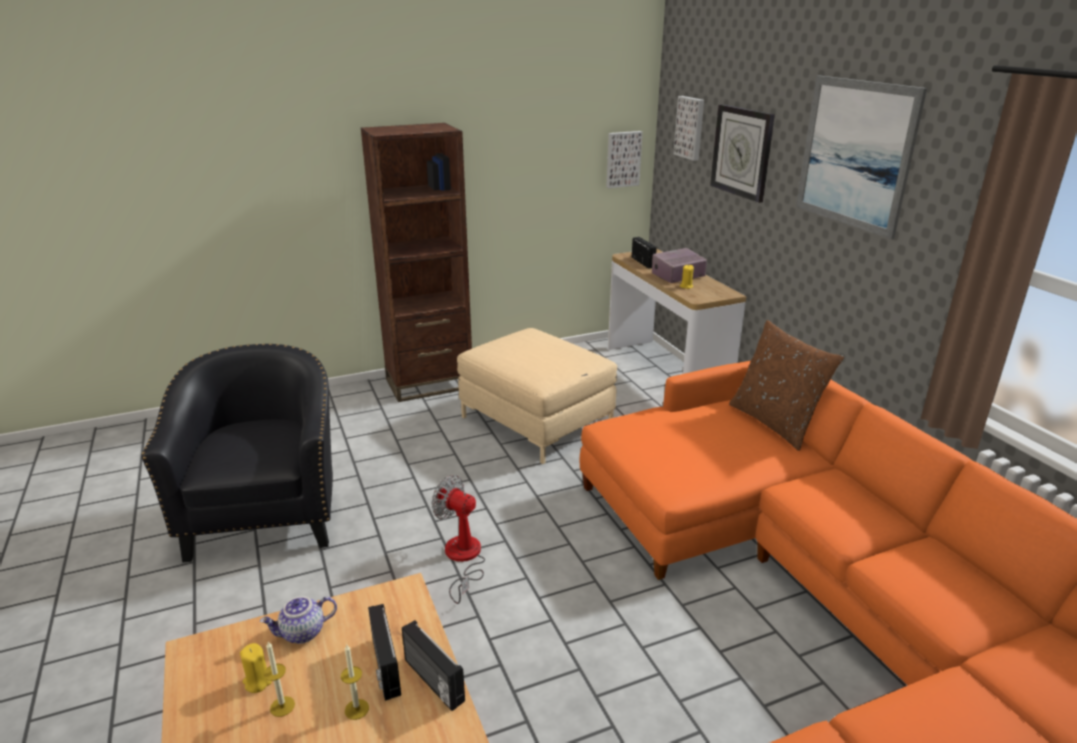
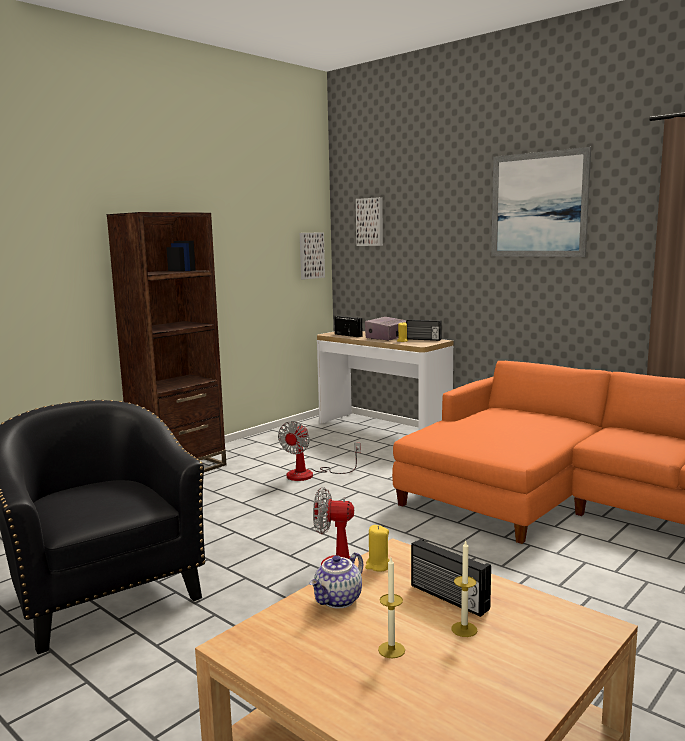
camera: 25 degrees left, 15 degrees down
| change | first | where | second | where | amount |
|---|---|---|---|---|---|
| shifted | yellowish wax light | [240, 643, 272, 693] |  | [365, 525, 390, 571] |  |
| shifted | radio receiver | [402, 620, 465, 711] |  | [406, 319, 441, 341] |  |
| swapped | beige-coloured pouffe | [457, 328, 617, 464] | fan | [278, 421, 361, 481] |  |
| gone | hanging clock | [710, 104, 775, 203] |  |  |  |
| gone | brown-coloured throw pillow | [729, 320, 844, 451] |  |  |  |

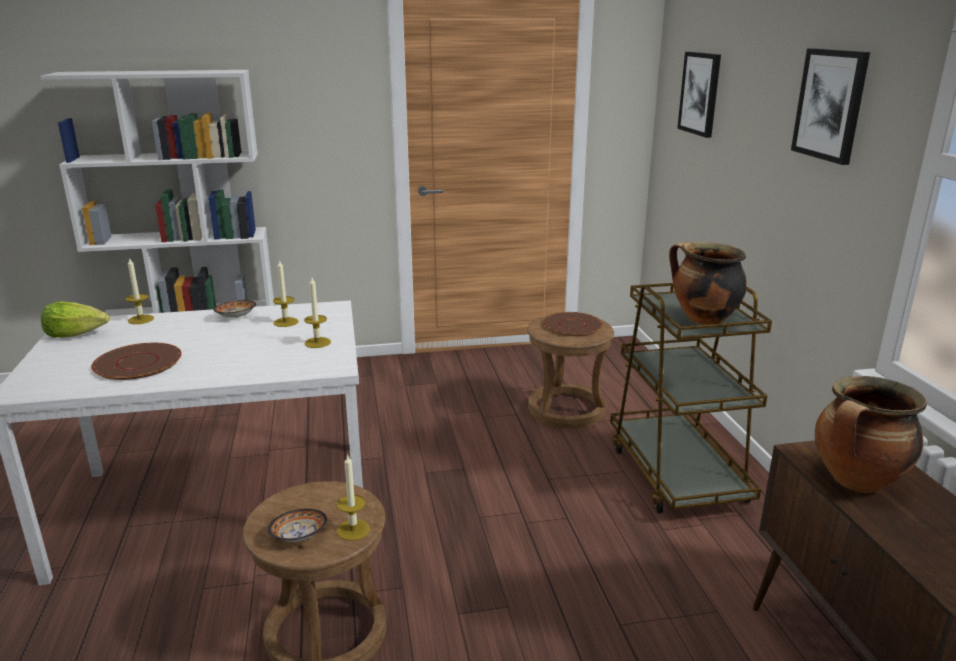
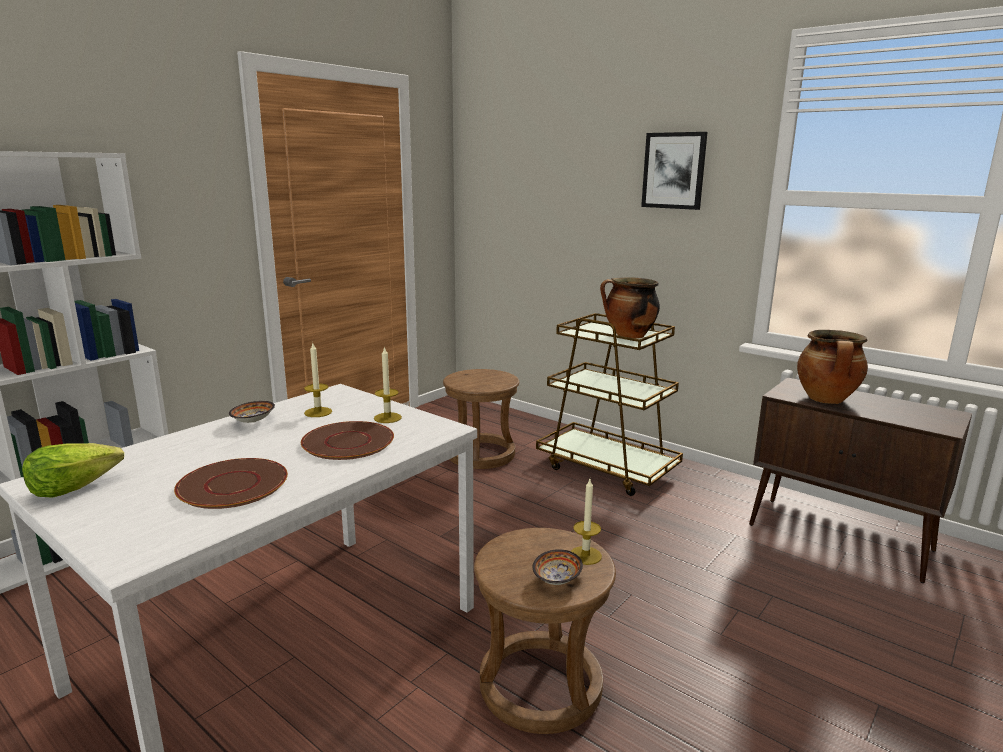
camera: 40 degrees left, 5 degrees down
| change | first | where | second | where | amount |
|---|---|---|---|---|---|
| gone | wax light | [126, 257, 154, 324] |  |  |  |
| shifted | brown-coloured dinner plate | [543, 312, 603, 336] |  | [301, 421, 394, 460] |  |
| gone | wall picture | [677, 52, 721, 138] |  |  |  |

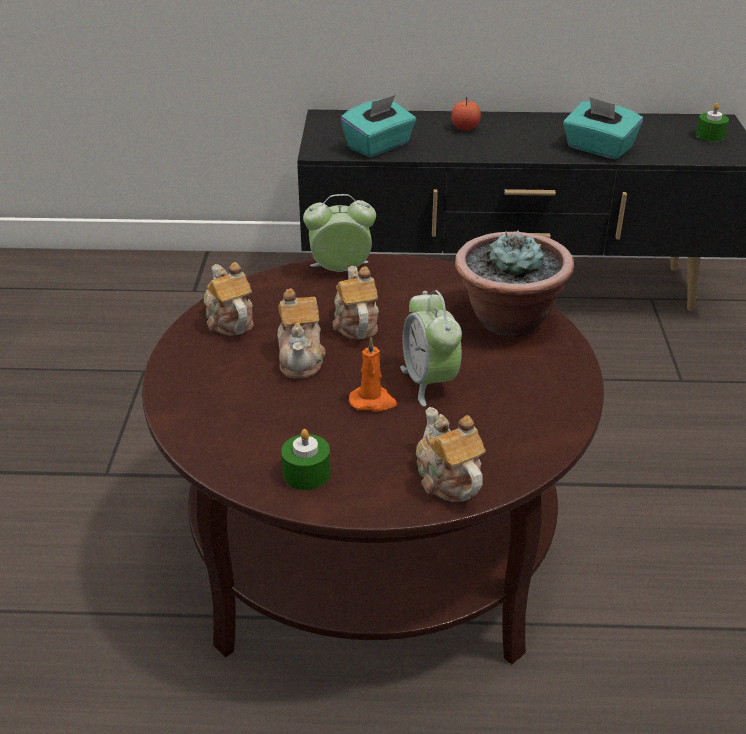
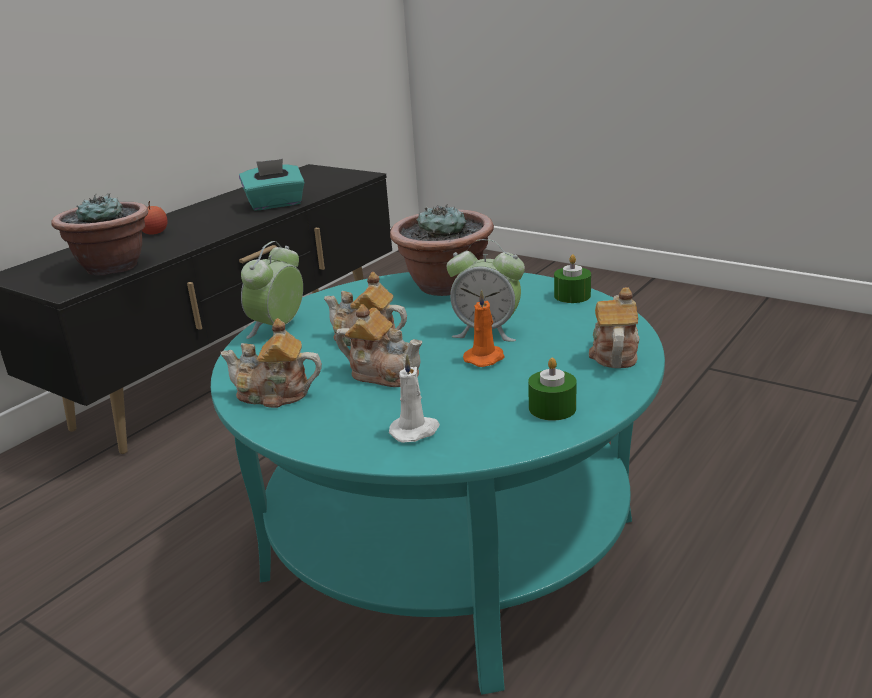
camera: 55 degrees left, 10 degrees down
| change | first | where | second | where | amount |
|---|---|---|---|---|---|
| repainted | brown-coloured lounge table | [142, 254, 604, 664] | turquoise lounge table | [211, 272, 665, 695] |  |
| swapped | turquoise tissue holder | [341, 95, 416, 157] | houseplant | [51, 193, 148, 276] |  |
| rotated | teapot | [416, 407, 486, 502] |  | [589, 287, 639, 368] | 90 degrees clockwise |
| shifted | green wax light | [696, 103, 729, 142] |  | [554, 254, 591, 303] |  |
| new |  |  | whitish wax light | [389, 354, 440, 443] |  |

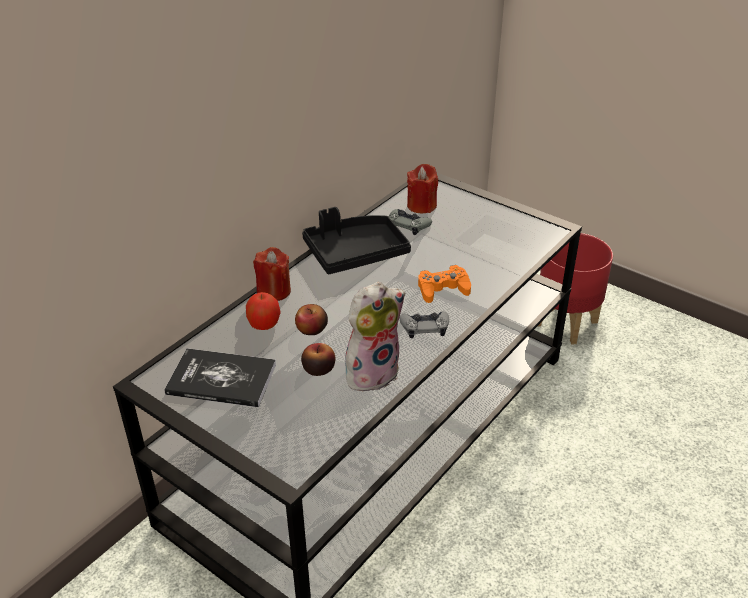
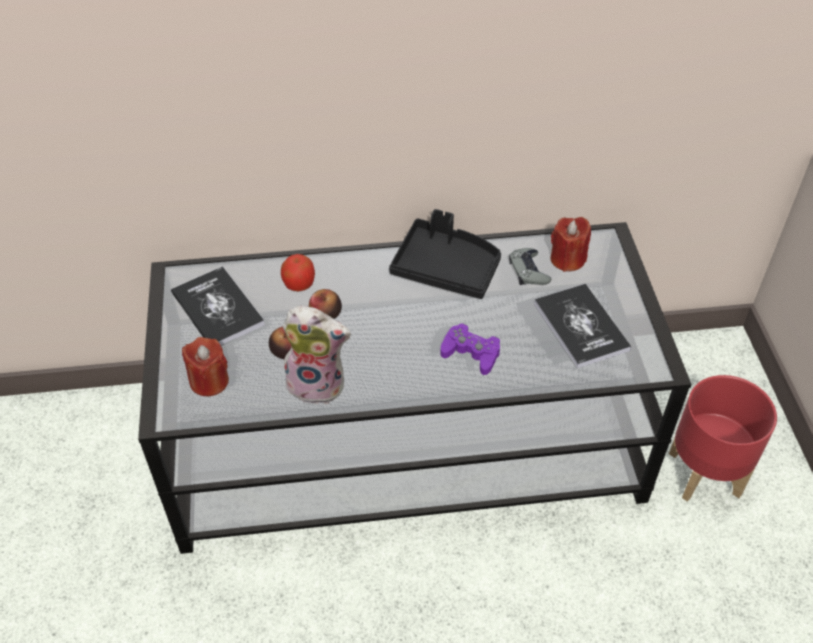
camera: 45 degrees right, 10 degrees up
| change | first | where | second | where | amount |
|---|---|---|---|---|---|
| shifted | red wax light | [253, 247, 291, 301] |  | [182, 337, 229, 396] |  |
| gone | gray game controller | [400, 311, 449, 338] |  |  |  |
| repainted | orange-coloured game controller | [418, 265, 471, 303] | purple-coloured game controller | [440, 323, 500, 375] |  |
| new |  |  | bound book | [534, 284, 631, 368] |  |

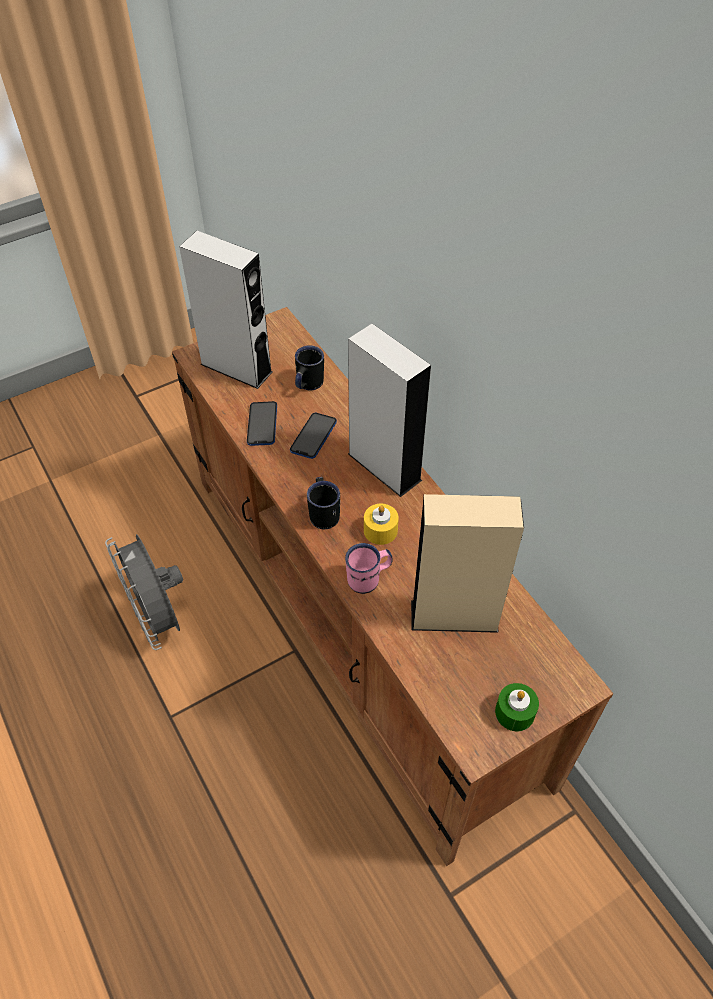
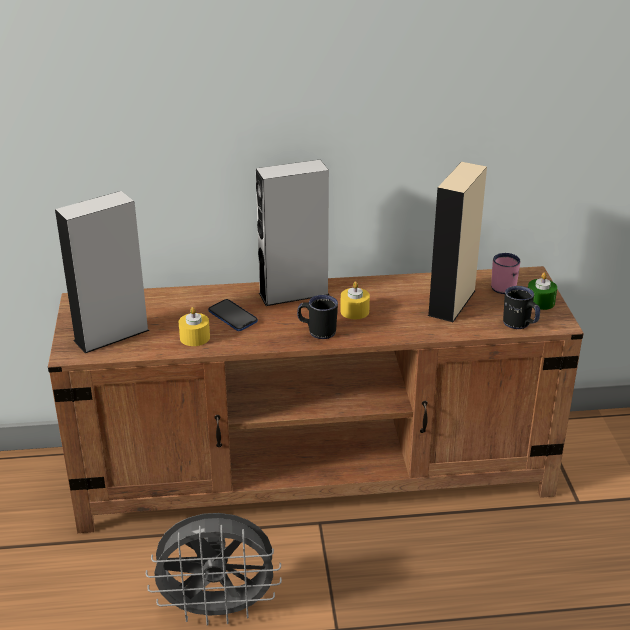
camera: 65 degrees left, 20 degrees down
| change | first | where | second | where | amount |
|---|---|---|---|---|---|
| swapped | telephone | [247, 401, 277, 446] | yellowish wax light | [179, 307, 210, 346] |  |
| shifted | black-coloured tea mug | [295, 345, 324, 390] |  | [503, 286, 540, 329] |  |
| shifted | pinkish tea mug | [345, 543, 393, 594] |  | [491, 253, 521, 294] |  |

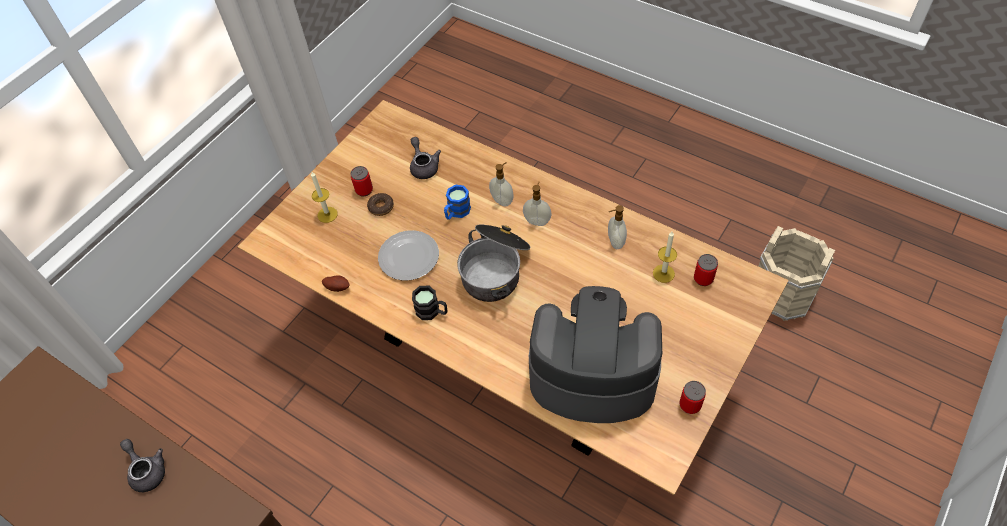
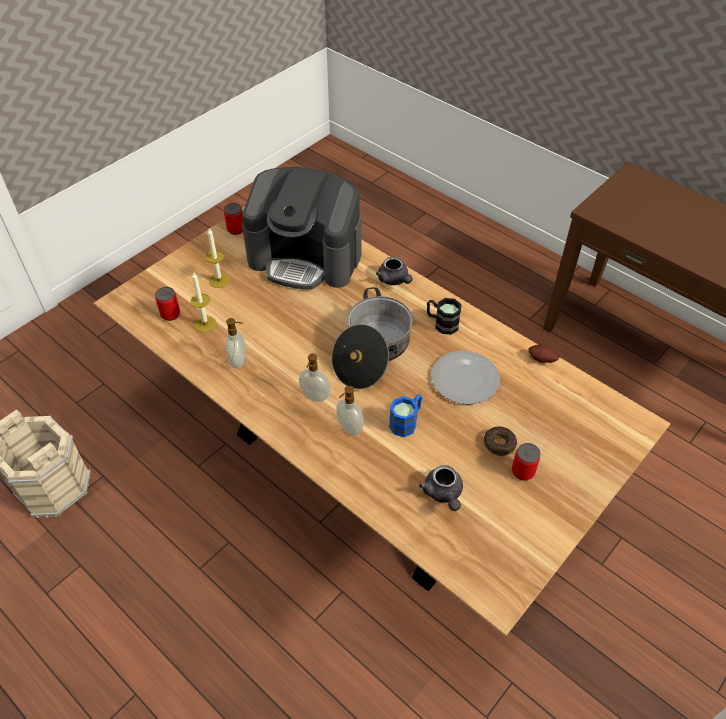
camera: 175 degrees left, 5 degrees down
| change | first | where | second | where | amount |
|---|---|---|---|---|---|
| shifted | gray teapot | [120, 439, 165, 492] |  | [376, 257, 412, 285] |  |
| shifted | wax light | [311, 172, 338, 223] |  | [206, 228, 230, 288] |  |

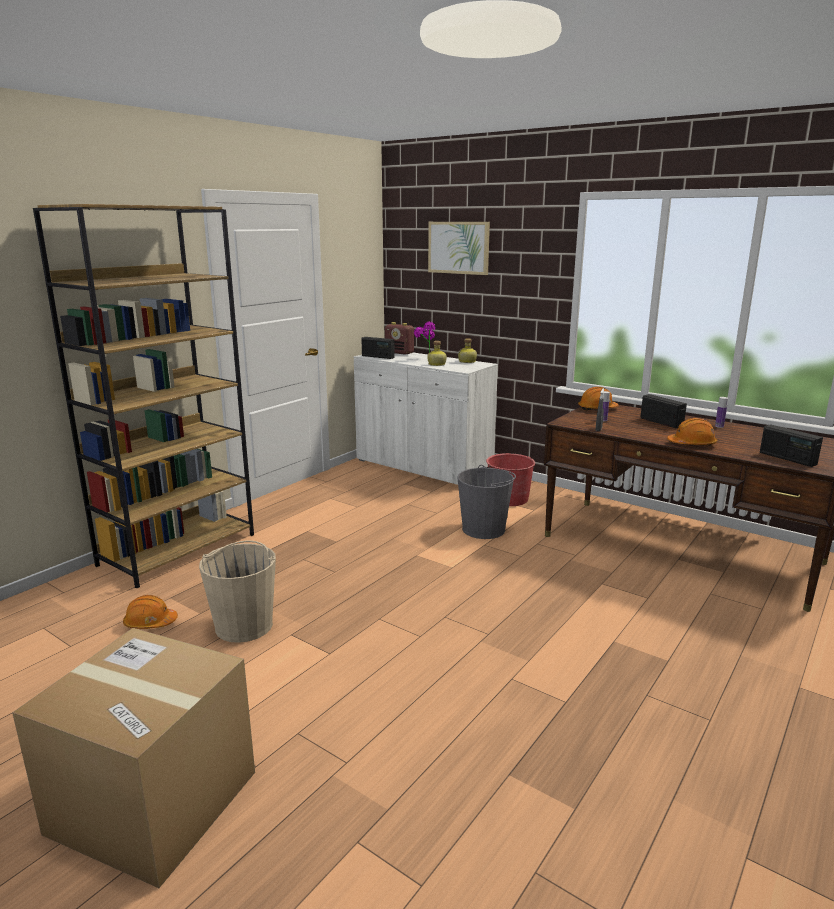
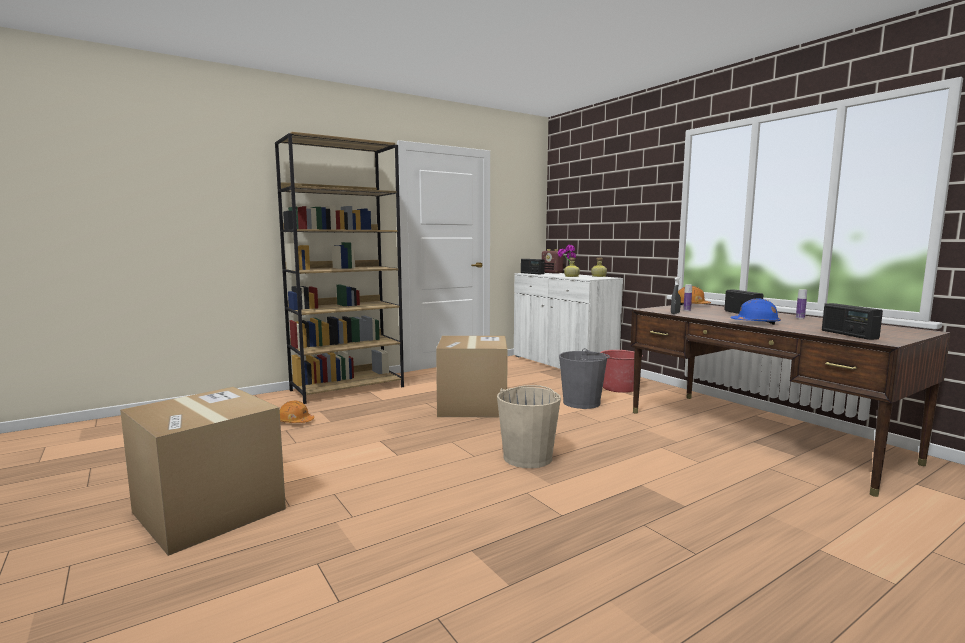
camera: 20 degrees right, 10 degrees down
| change | first | where | second | where | amount |
|---|---|---|---|---|---|
| shifted | beige-coloured bucket | [199, 540, 276, 643] |  | [497, 385, 561, 468] |  |
| gone | wall picture | [428, 222, 490, 275] |  |  |  |
| repainted | orange-coloured work helmet | [667, 418, 717, 445] | bluish work helmet | [730, 298, 781, 325] |  |
| new |  |  | packing box | [436, 336, 508, 417] |  |

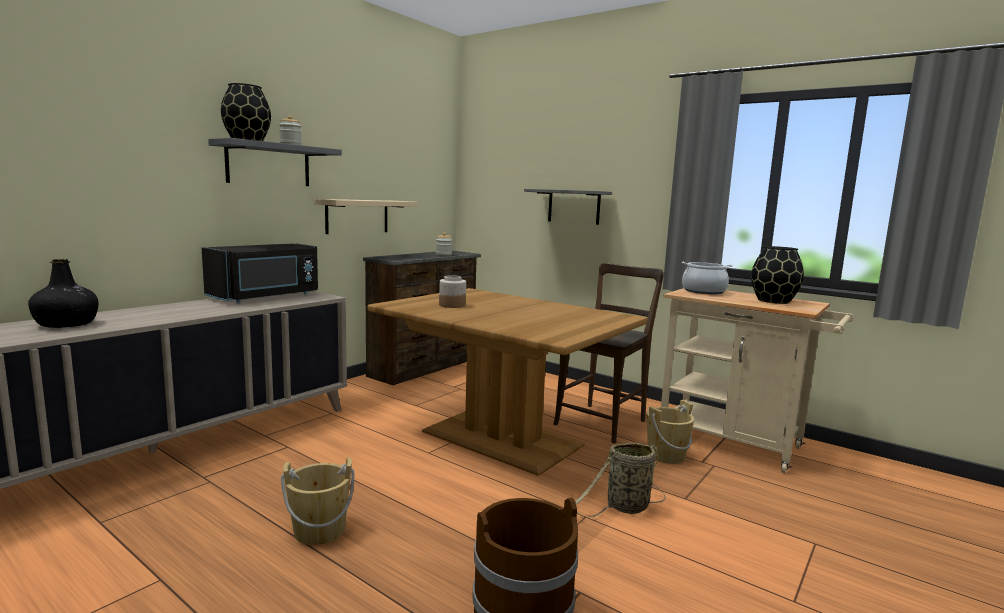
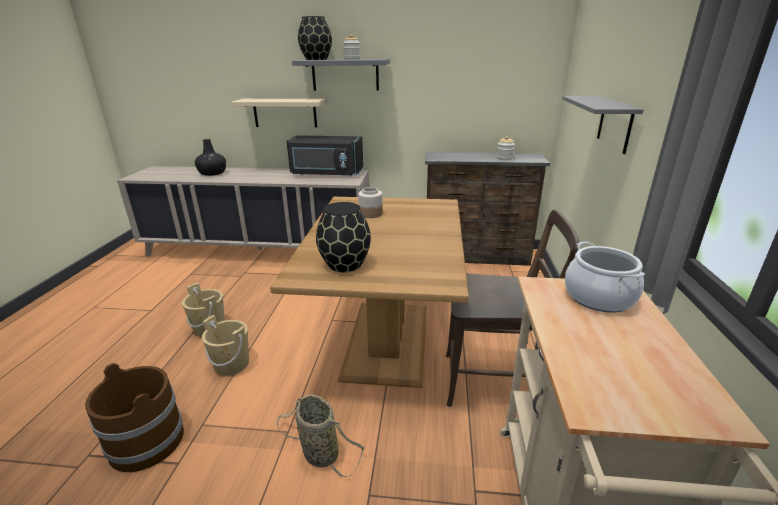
camera: 60 degrees right, 15 degrees up
| change | first | where | second | where | amount |
|---|---|---|---|---|---|
| shifted | beige-coloured wall shelf | [314, 199, 417, 234] |  | [231, 99, 325, 128] |  |
| shifted | beige-coloured bucket | [647, 400, 694, 464] |  | [202, 315, 249, 376] |  |
| shifted | black-coloured flower vase | [751, 246, 804, 304] |  | [316, 202, 371, 272] |  |

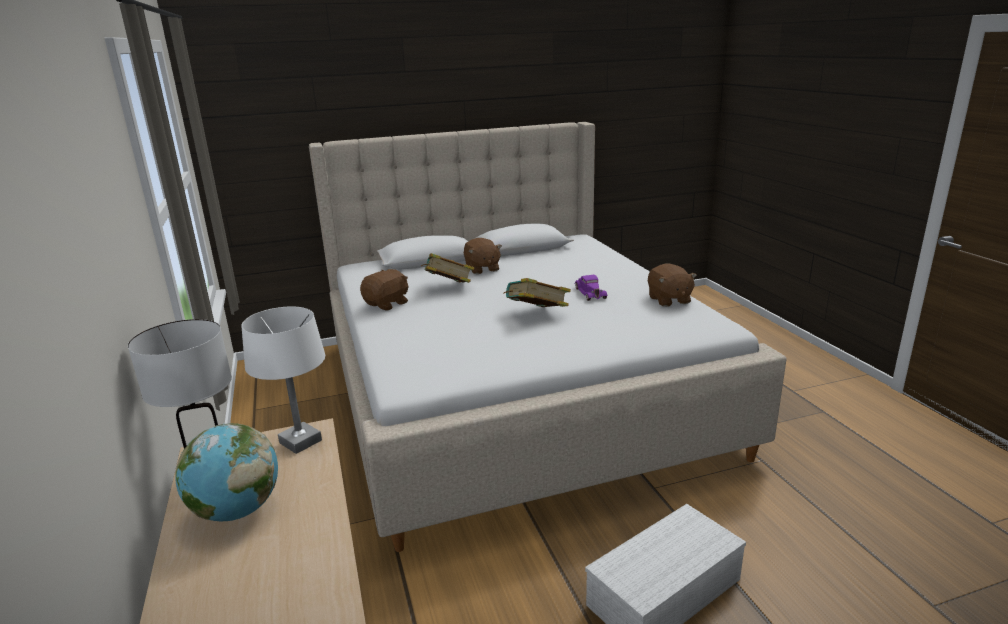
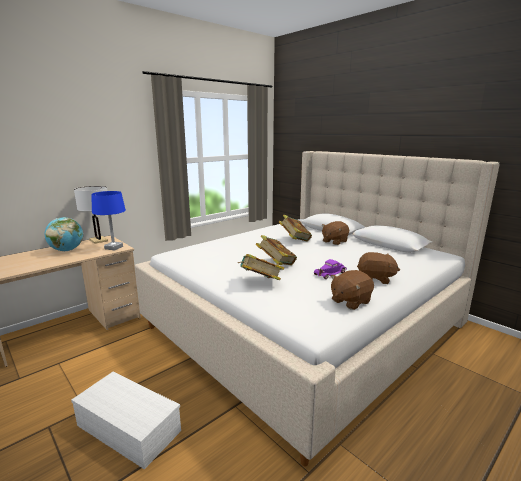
camera: 65 degrees right, 5 degrees down
| change | first | where | second | where | amount |
|---|---|---|---|---|---|
| repainted | whitish table lamp | [241, 306, 325, 454] | bluish table lamp | [91, 191, 126, 250] |  |
| shifted | brown-coloured plush toy | [360, 269, 409, 311] |  | [357, 252, 400, 284] |  |
| new |  |  | bound book | [238, 254, 284, 280] |  |

